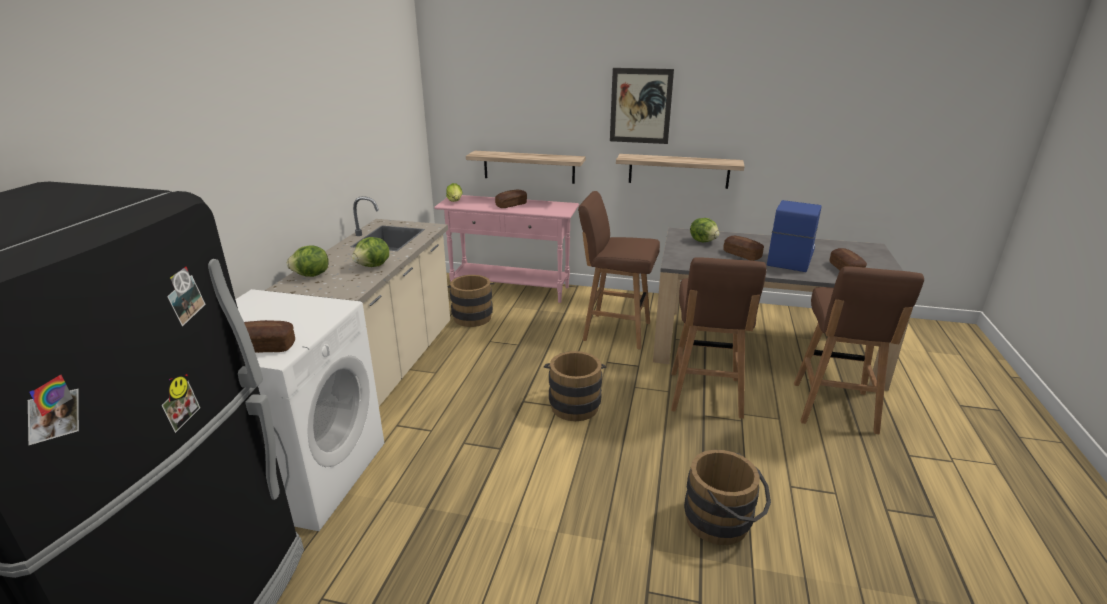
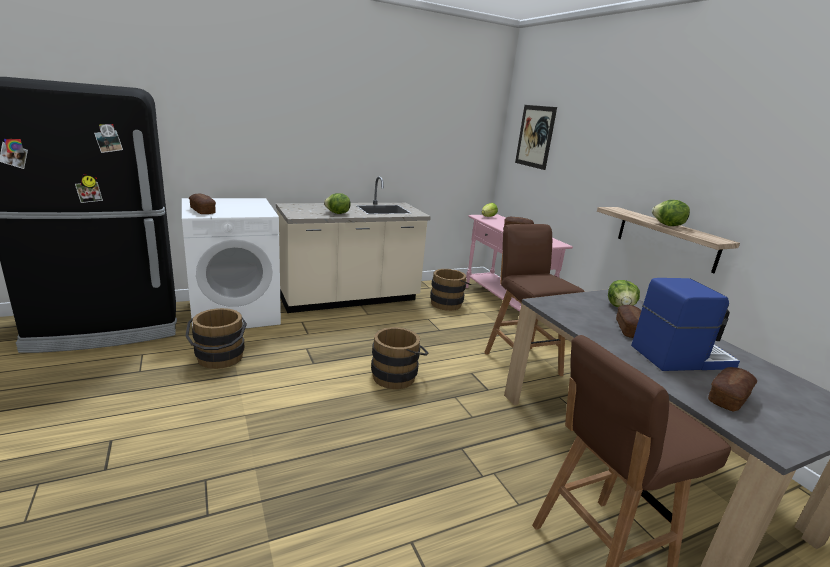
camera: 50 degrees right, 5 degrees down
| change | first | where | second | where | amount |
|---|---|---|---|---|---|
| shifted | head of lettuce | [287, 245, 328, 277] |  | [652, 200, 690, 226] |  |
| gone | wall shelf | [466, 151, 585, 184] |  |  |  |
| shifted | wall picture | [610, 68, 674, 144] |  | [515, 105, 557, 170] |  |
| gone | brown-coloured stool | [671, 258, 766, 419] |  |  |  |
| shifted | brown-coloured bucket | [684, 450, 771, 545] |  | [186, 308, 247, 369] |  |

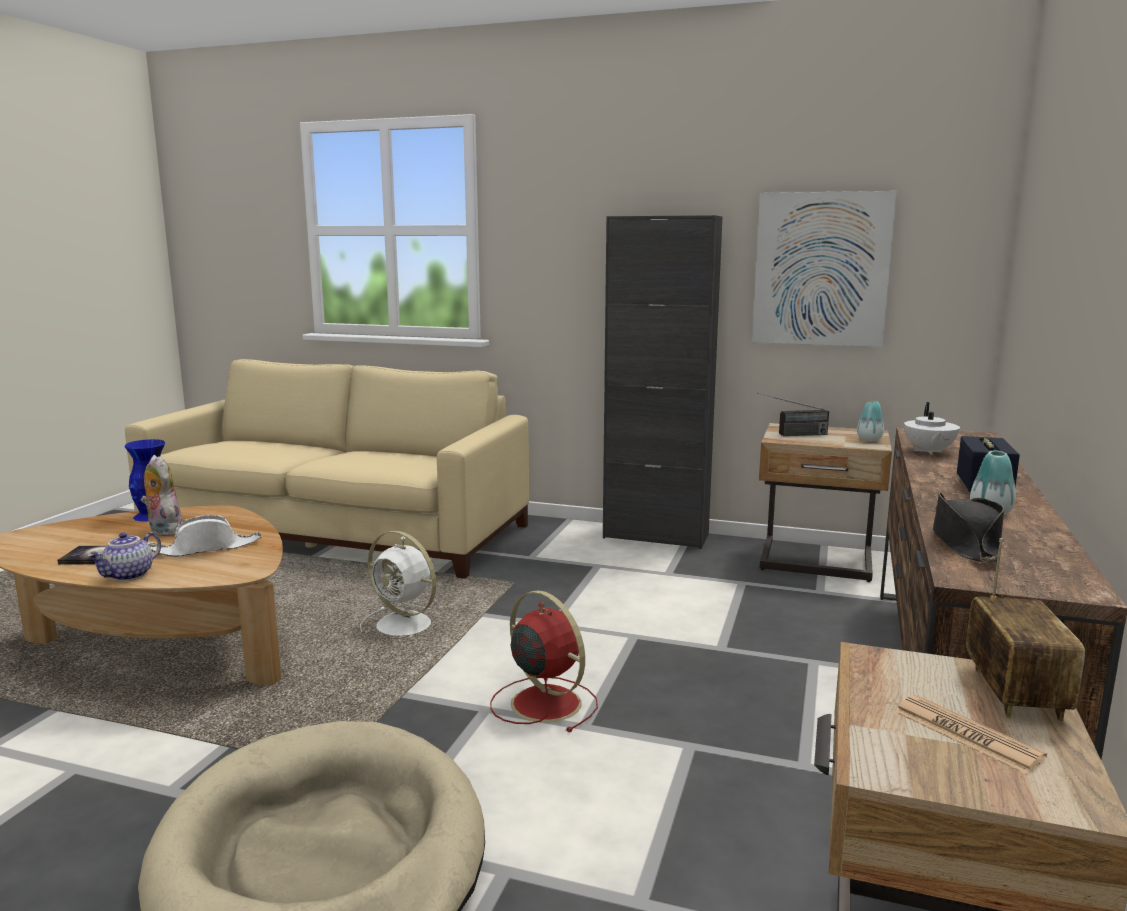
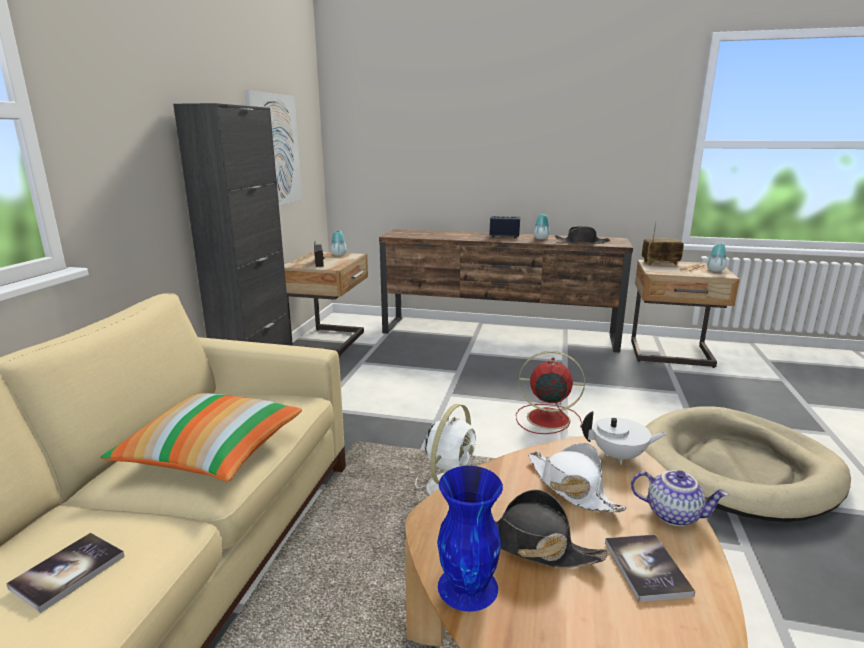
camera: 95 degrees left, 5 degrees up
| change | first | where | second | where | amount |
|---|---|---|---|---|---|
| swapped | plush toy | [141, 455, 183, 536] | black-coloured wearable hat | [495, 489, 607, 568] |  |
| rotated | red fan | [490, 590, 598, 732] |  | [516, 351, 585, 434] | 60 degrees clockwise |
| shifted | whitish teapot | [904, 402, 960, 455] |  | [582, 411, 667, 464] |  |
| new |  |  | bound book | [6, 533, 125, 613] |  |
| new |  |  | throw pillow | [100, 393, 302, 481] |  |
| new |  |  | flower vase | [707, 244, 727, 272] |  |

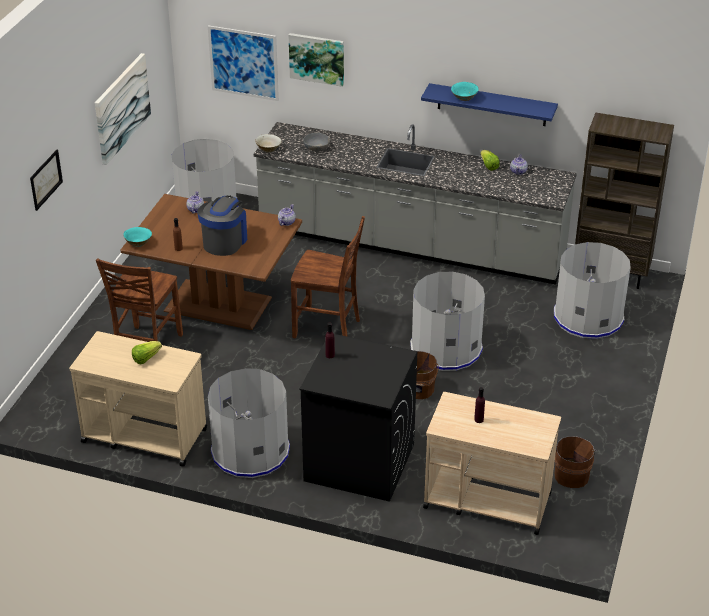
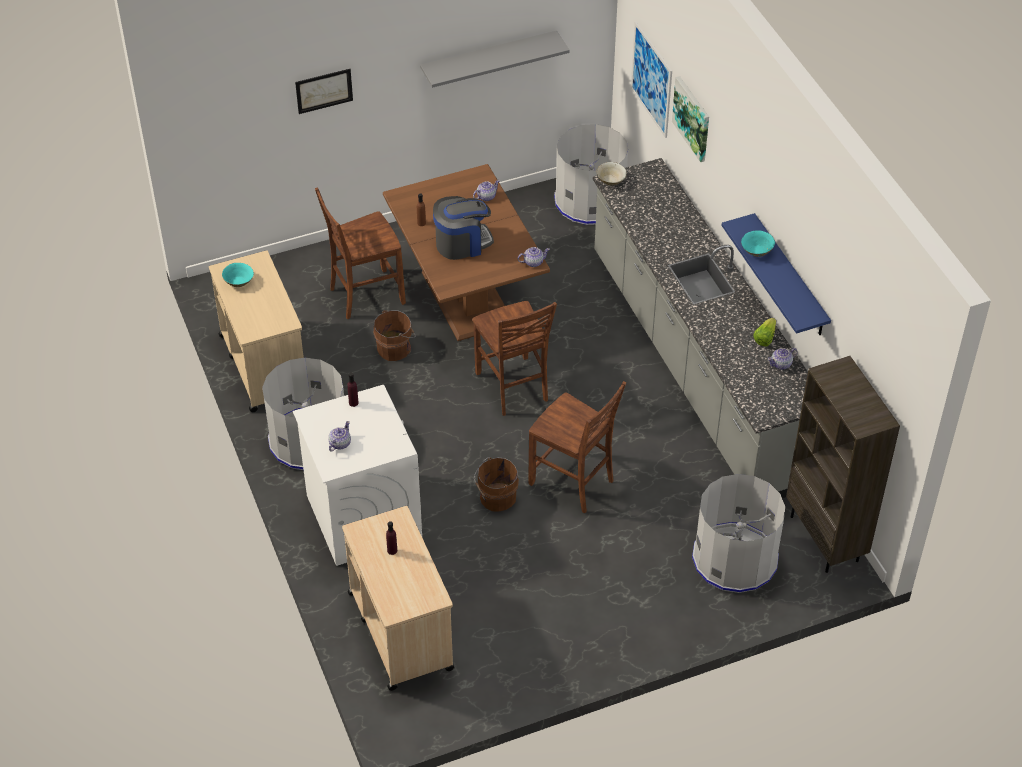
camera: 50 degrees right, 10 degrees up
| change | first | where | second | where | amount |
|---|---|---|---|---|---|
| swapped | wall picture | [95, 53, 151, 165] | gray wall shelf | [420, 31, 569, 88] |  |
| shifted | turquoise bowl | [124, 227, 152, 247] |  | [222, 263, 254, 287] |  |
| gone | head of lettuce | [132, 341, 162, 365] |  |  |  |
| repainted | black-coloured washing machine | [299, 334, 417, 502] | whitish washing machine | [293, 385, 422, 566] |  |
| gone | gray bowl | [303, 133, 330, 152] |  |  |  |
| swapped | gray trash can | [410, 272, 485, 371] | brown-coloured plain chair | [528, 381, 626, 513] |  |
| shifted | brown-coloured bucket | [554, 436, 597, 488] |  | [374, 310, 416, 361] |  |
| new |  |  | teapot | [328, 421, 351, 452] |  |

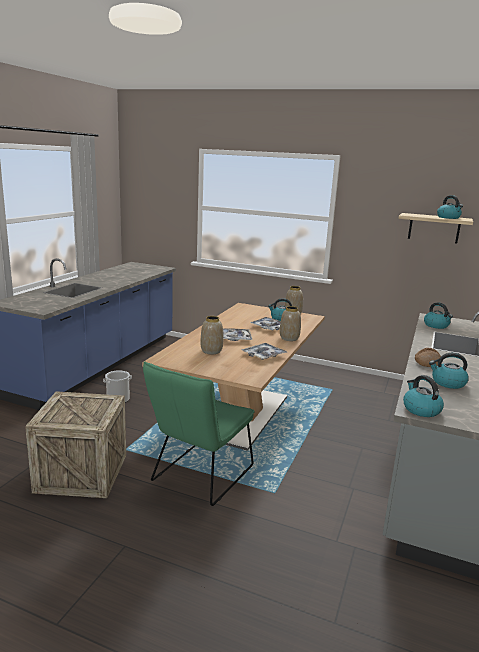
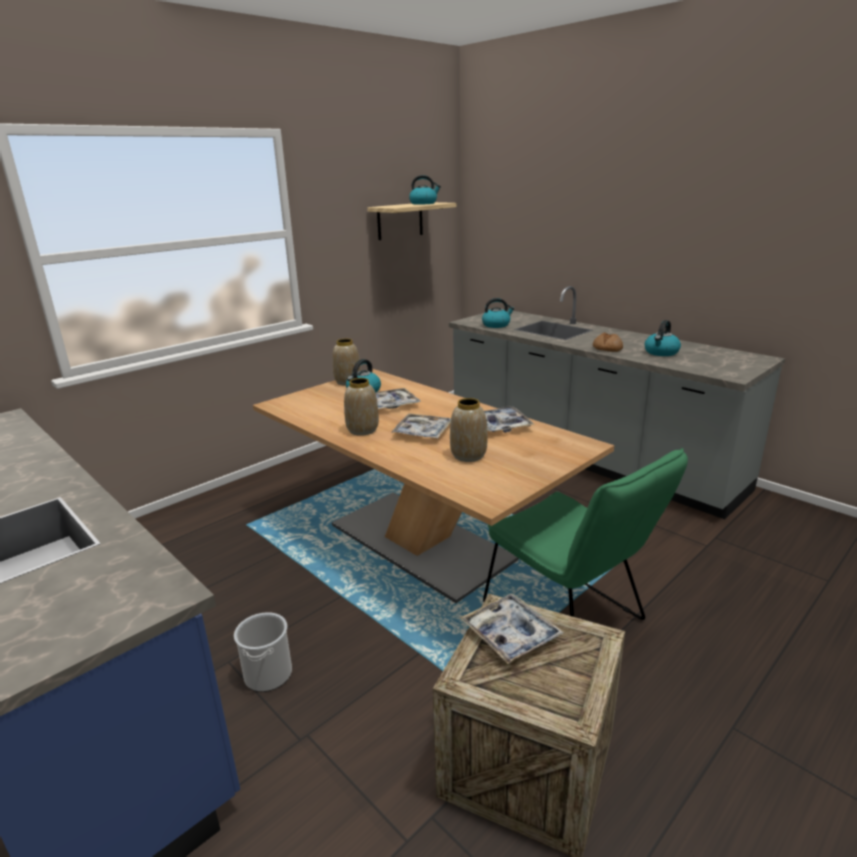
camera: 65 degrees left, 5 degrees up
| change | first | where | second | where | amount |
|---|---|---|---|---|---|
| shifted | flower vase | [280, 306, 301, 341] |  | [344, 378, 379, 436] |  |
| gone | water kettle | [403, 375, 444, 417] |  |  |  |
| new |  |  | serving tray | [460, 593, 564, 664] |  |

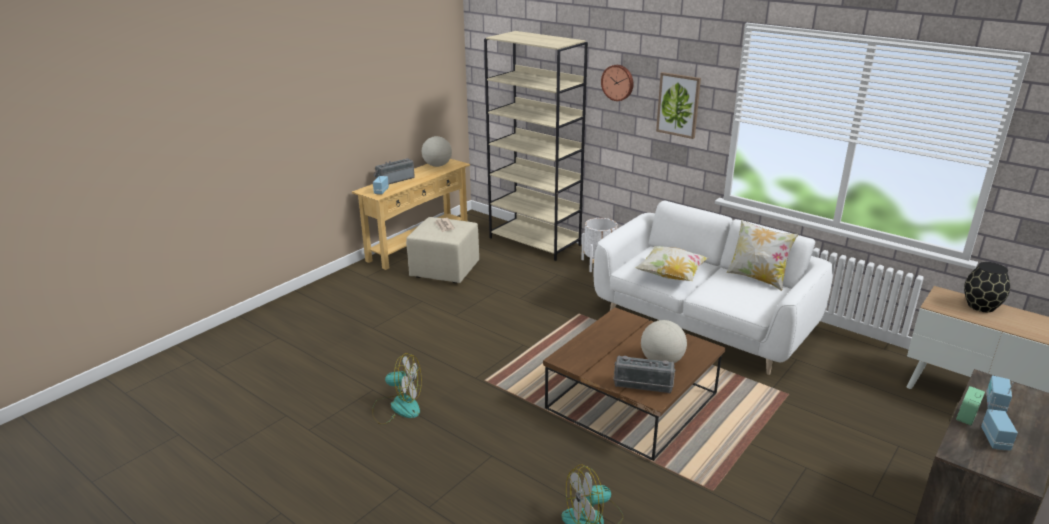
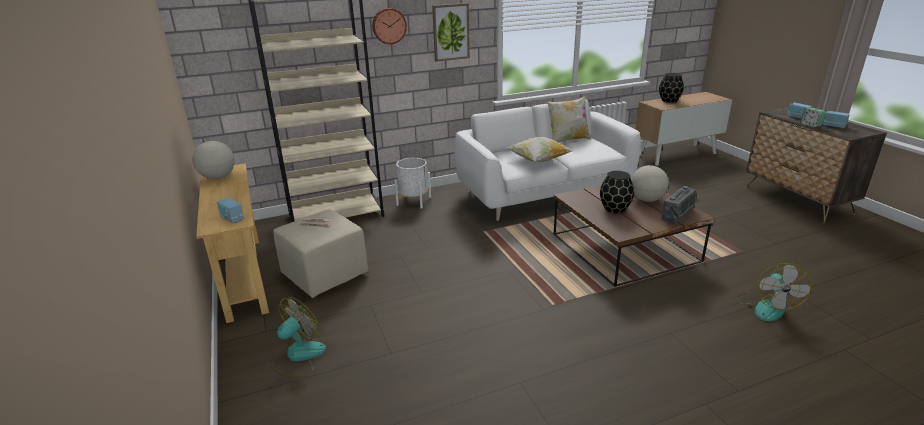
camera: 60 degrees left, 0 degrees up
| change | first | where | second | where | amount |
|---|---|---|---|---|---|
| shifted | fan | [372, 353, 422, 425] |  | [271, 297, 326, 378] |  |
| gone | radio receiver | [374, 158, 415, 185] |  |  |  |
| new |  |  | black-coloured flower vase | [600, 171, 634, 213] |  |

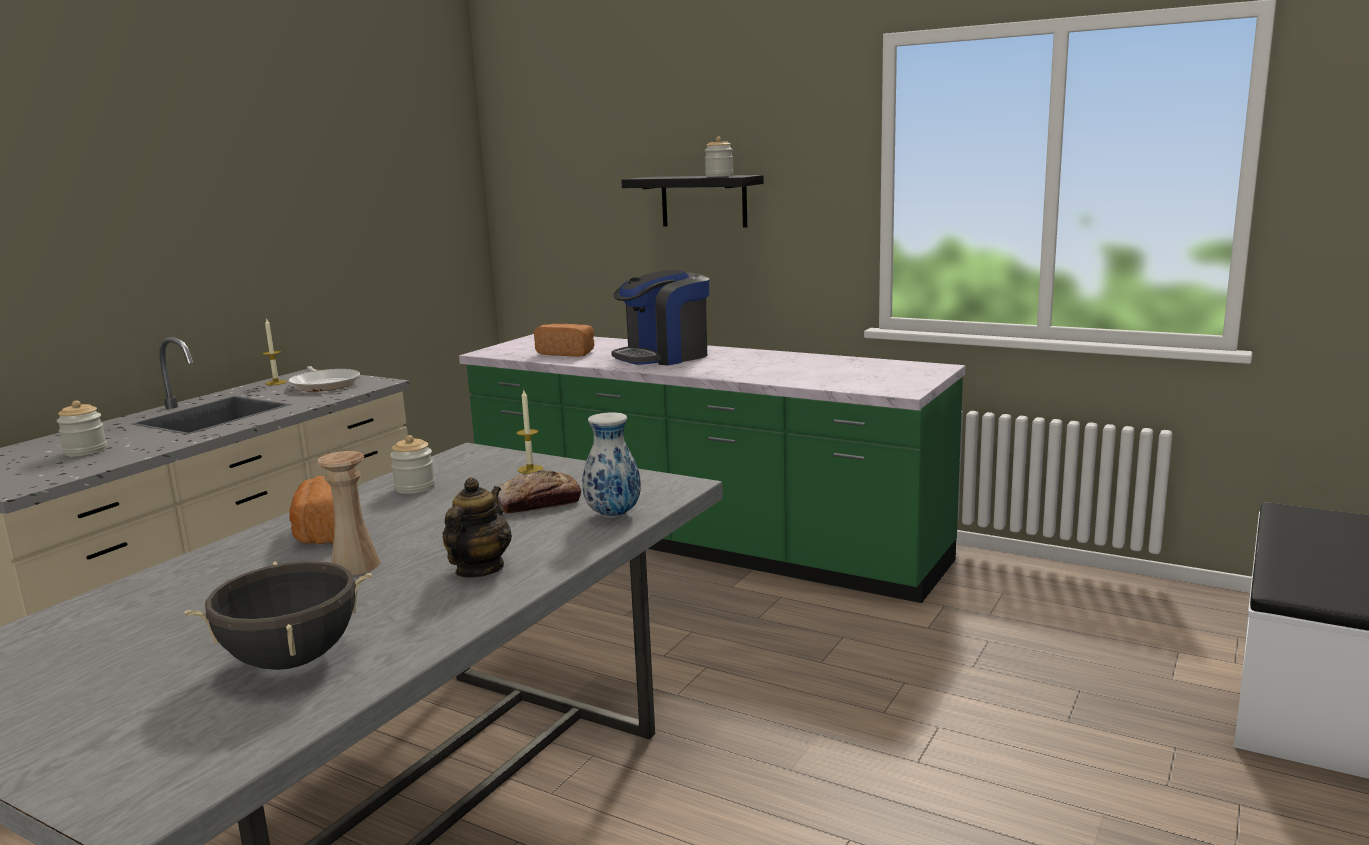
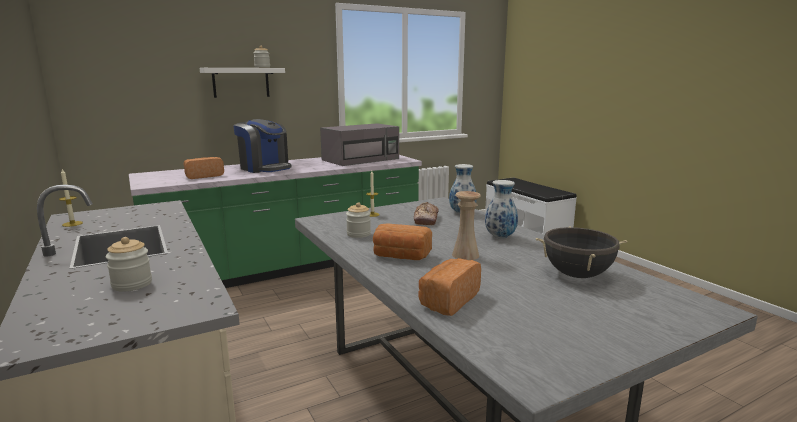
camera: 60 degrees left, 0 degrees up
| change | first | where | second | where | amount |
|---|---|---|---|---|---|
| gone | frying pan | [288, 366, 360, 392] |  |  |  |
| swapped | teapot | [442, 477, 512, 578] | flower vase | [485, 180, 518, 238] |  |
| rotated | coffee maker | [611, 270, 710, 365] |  | [233, 119, 292, 173] | 45 degrees counterclockwise |
| repainted | black-coloured wall shelf | [621, 175, 764, 227] | whitish wall shelf | [200, 68, 285, 98] |  |
| new |  |  | gray microwave | [320, 123, 399, 166] |  |
| new |  |  | bread | [419, 258, 481, 316] |  |

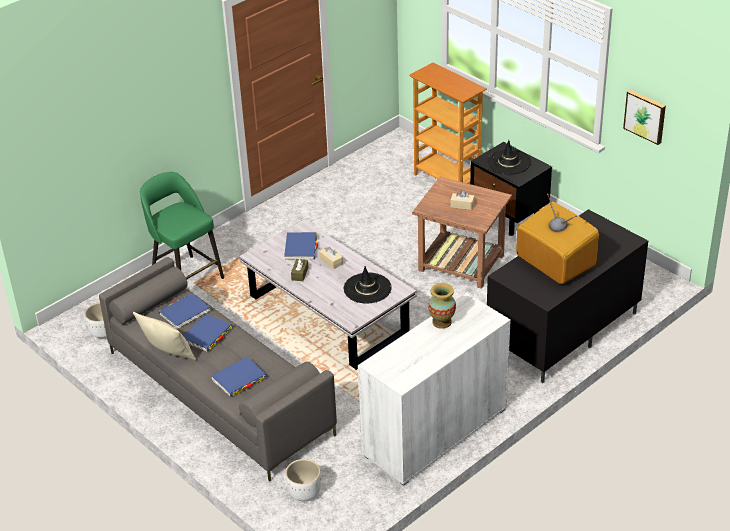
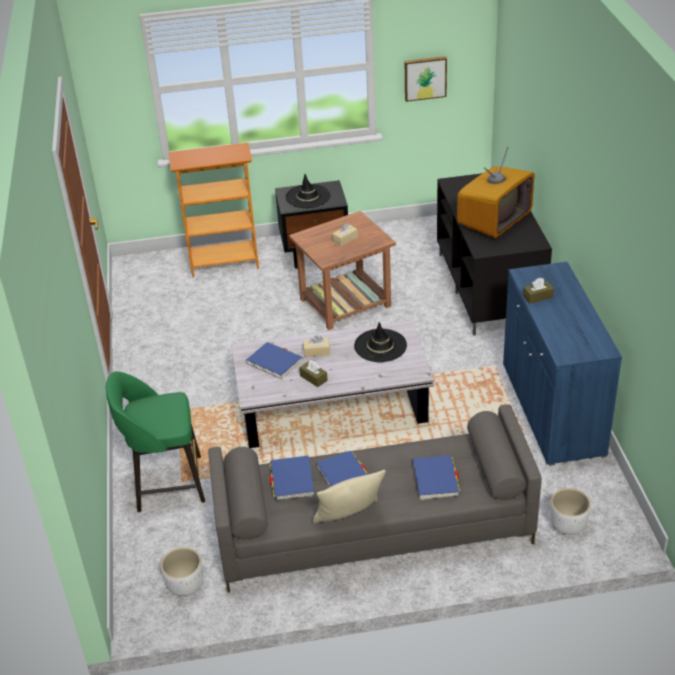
camera: 55 degrees left, 0 degrees up
| change | first | where | second | where | amount |
|---|---|---|---|---|---|
| repainted | whitish storage cabinet | [358, 293, 511, 486] | bluish storage cabinet | [503, 262, 622, 466] |  |
| swapped | flower vase | [428, 283, 456, 329] | brown-coloured tissue holder | [523, 278, 554, 304] |  |
| rotated | TV | [516, 194, 599, 284] |  | [457, 147, 534, 239] | 135 degrees clockwise |

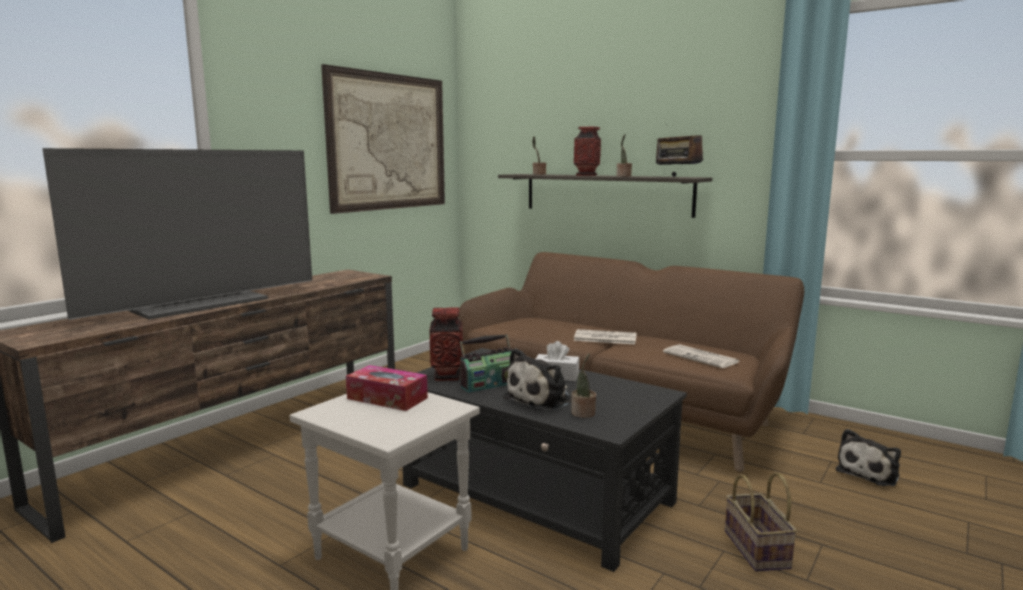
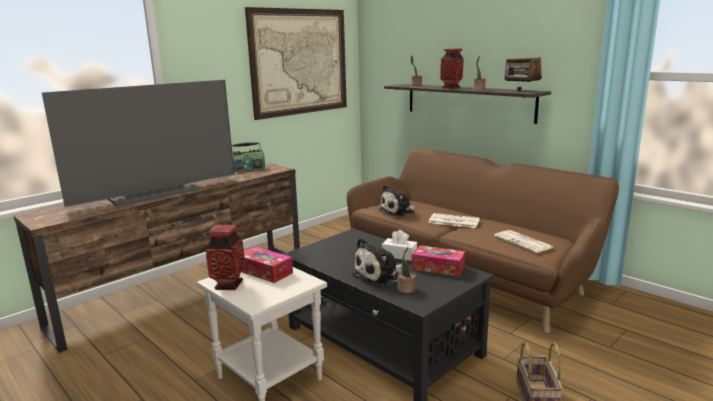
camera: 10 degrees right, 5 degrees up
| change | first | where | second | where | amount |
|---|---|---|---|---|---|
| shifted | flower vase | [429, 307, 463, 381] |  | [205, 225, 245, 290] |  |
| shifted | radio receiver | [459, 334, 513, 393] |  | [232, 142, 265, 172] |  |
| shifted | plush toy | [836, 429, 901, 486] |  | [379, 185, 416, 217] |  |
| new |  |  | tissue holder | [412, 245, 465, 277] |  |

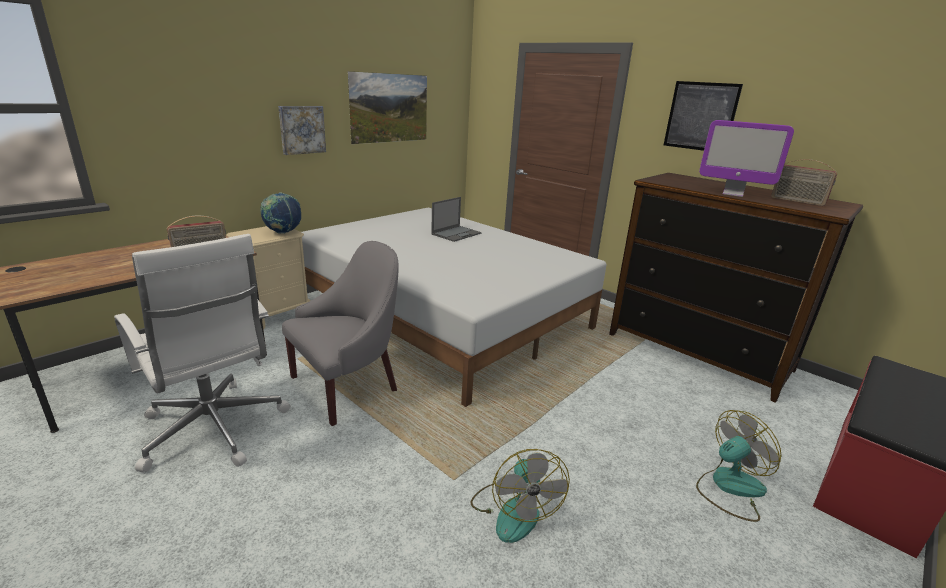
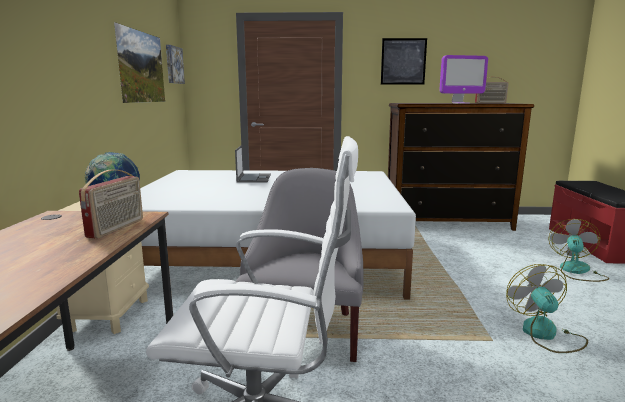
camera: 40 degrees left, 10 degrees down
| change | first | where | second | where | amount |
|---|---|---|---|---|---|
| shifted | wall picture | [278, 106, 326, 155] |  | [166, 45, 185, 84] |  |
| rotated | fan | [471, 449, 570, 543] |  | [506, 264, 588, 353] | 135 degrees counterclockwise |

